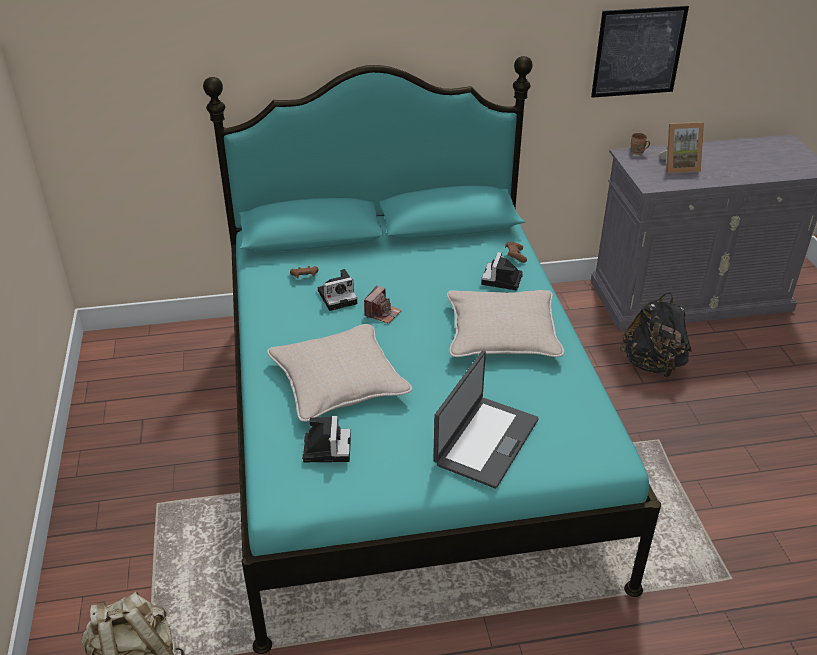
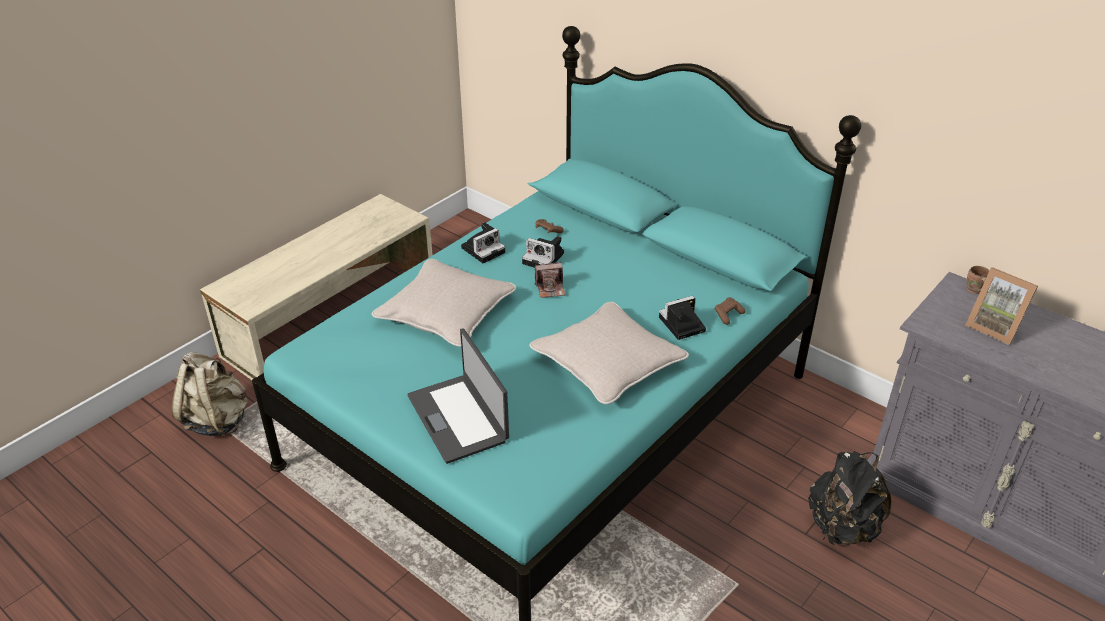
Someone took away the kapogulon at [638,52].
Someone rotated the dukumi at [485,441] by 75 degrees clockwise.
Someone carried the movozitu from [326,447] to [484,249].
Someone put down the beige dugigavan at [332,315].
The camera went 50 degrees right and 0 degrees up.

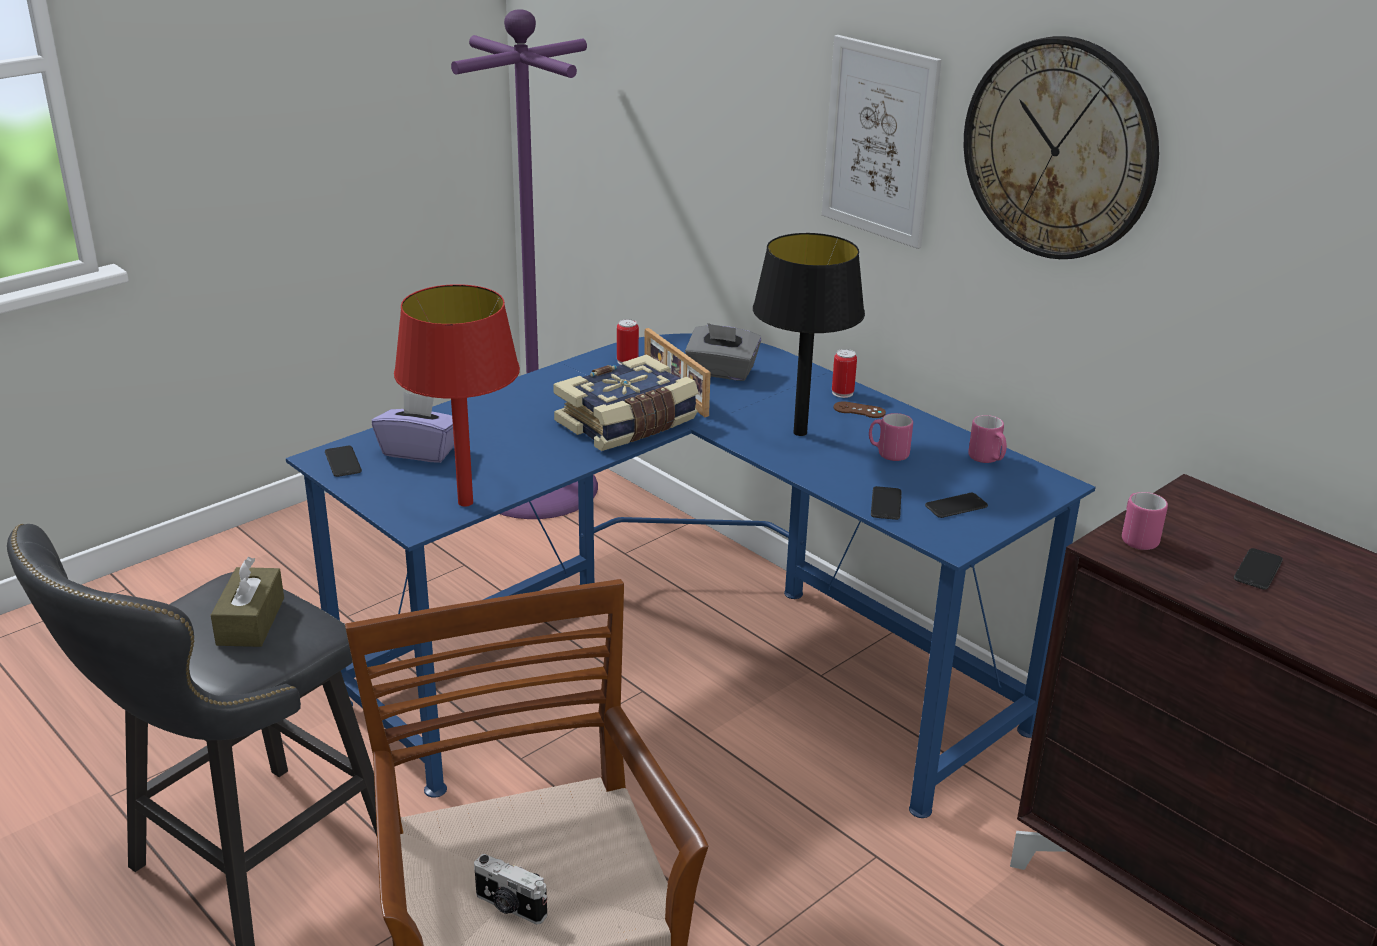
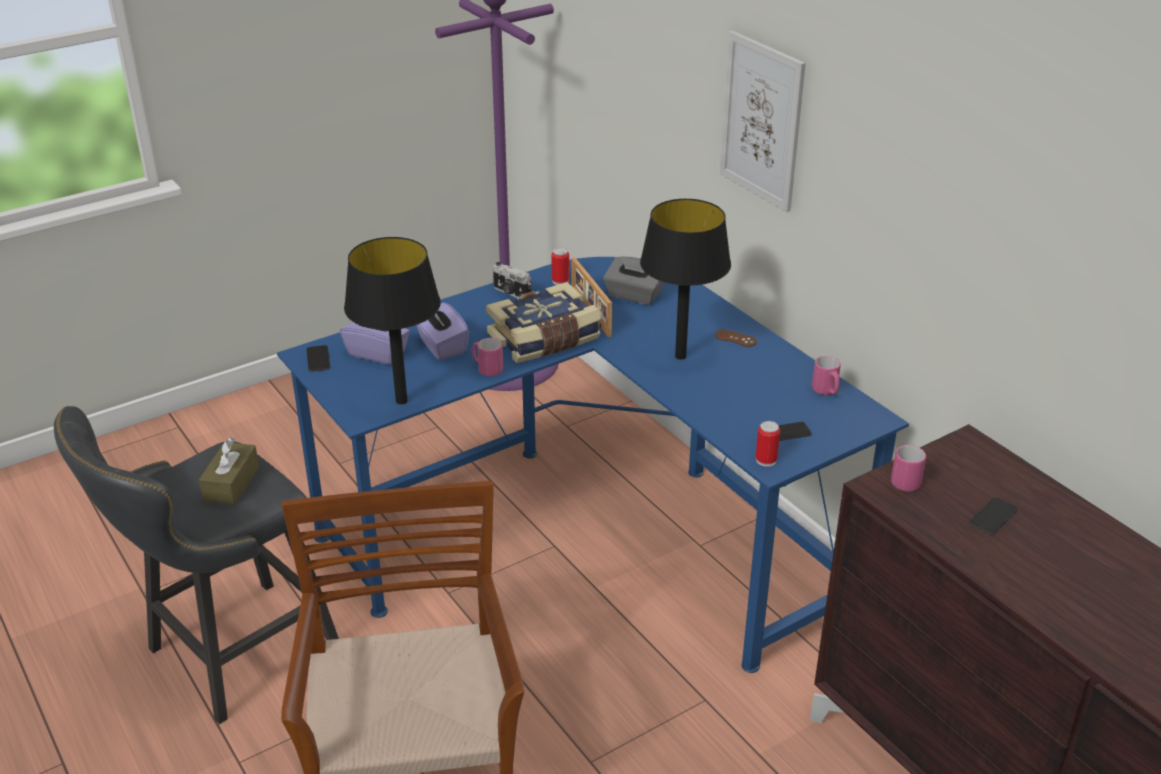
Someone took away the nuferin at [1059,149].
Someone repainted the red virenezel at [466,503], which became the black virenezel at [401,401].
Someone carried the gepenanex from [842,393] to [766,460].
Someone carried the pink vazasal from [888,453] to [487,369].
Someone took away the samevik at [886,504].
Someone carried the movozitu from [510,907] to [511,293].
Someone put down the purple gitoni at [442,347].
The camera went 10 degrees right and 5 degrees up.

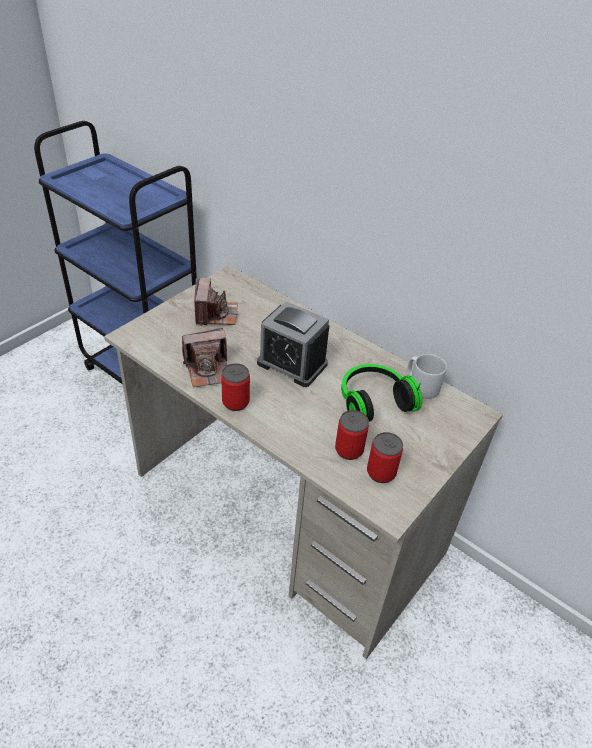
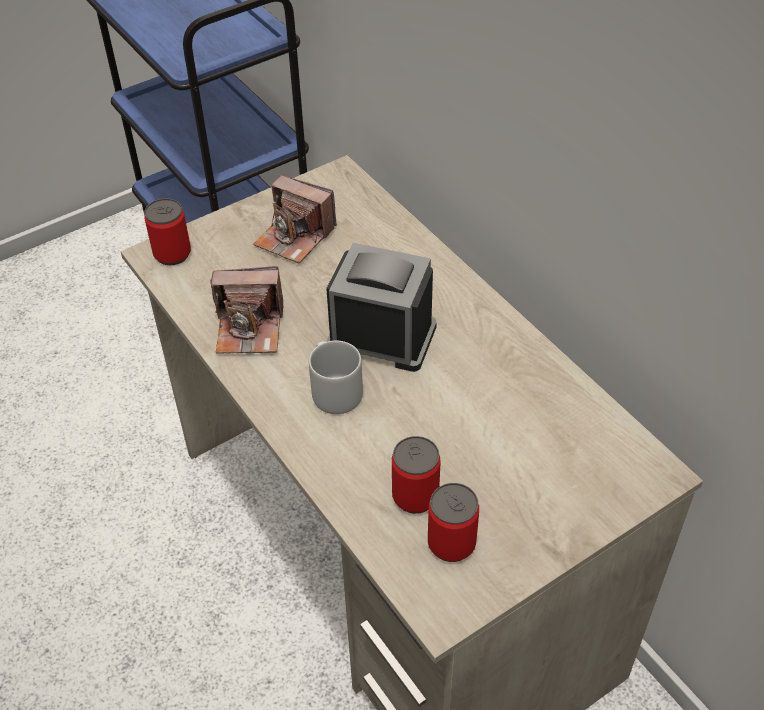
Someone rotated the movozitu at [215,314] by 105 degrees clockwise.
Someone rotated the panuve at [292,364] by 150 degrees clockwise.
Someone carried the grey vazasal from [421,386] to [334,391].
Someone carried the gepenanex from [235,402] to [172,254].
Someone took away the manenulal at [372,402].
The camera went 20 degrees right and 5 degrees up.

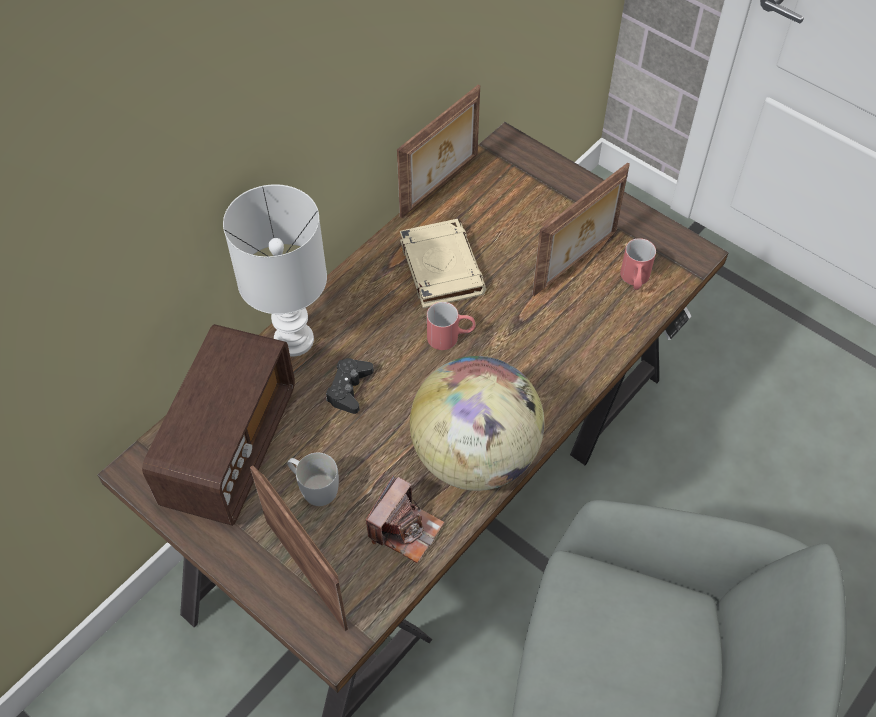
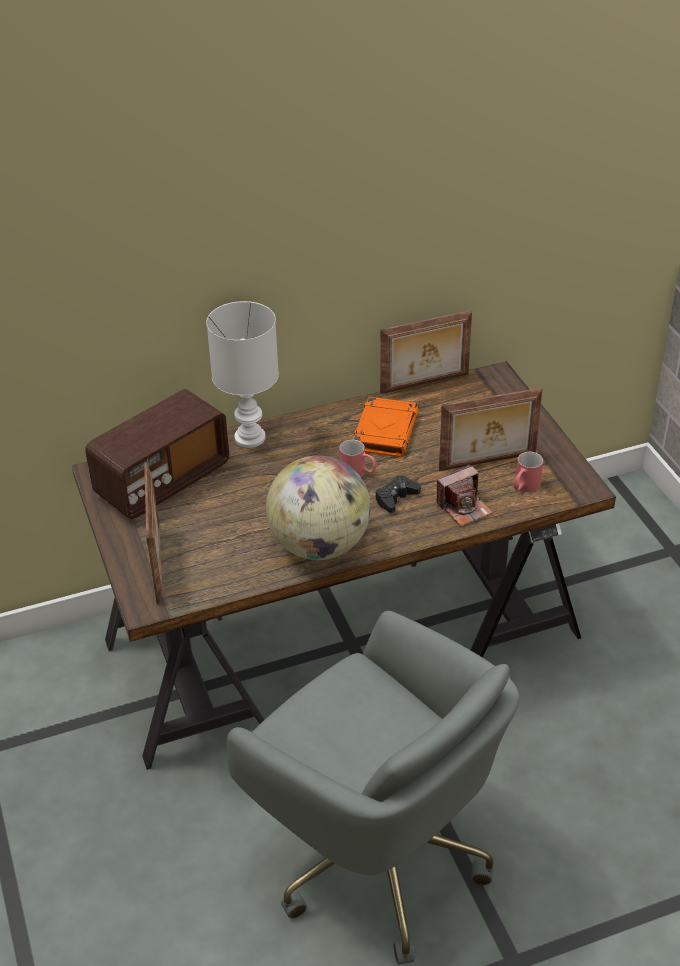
Someone repainted the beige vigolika at [441,267], which became the orange vigolika at [385,431].
Someone carried the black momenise from [349,388] to [396,498].
Someone took away the white vazasal at [313,487].
Someone carried the movozitu from [405,529] to [464,508].
The camera went 30 degrees right and 15 degrees down.

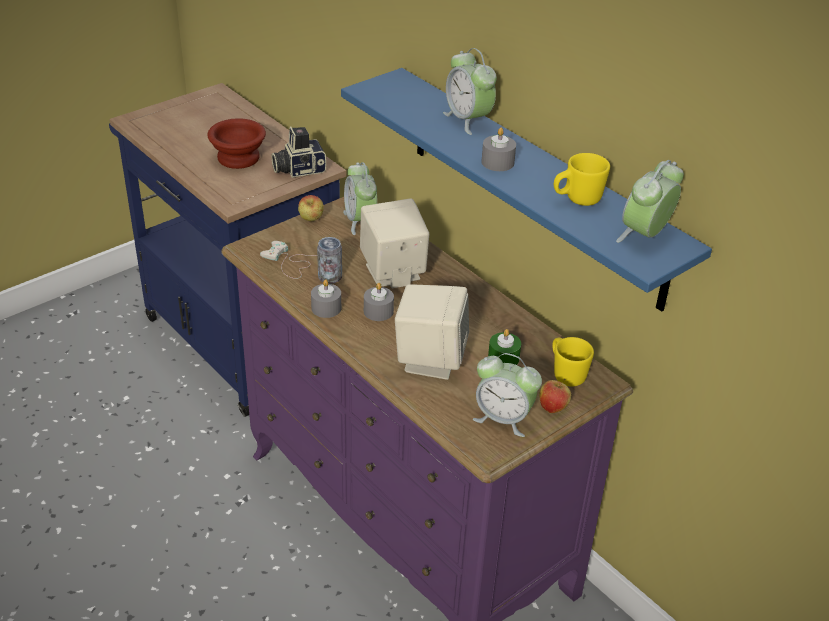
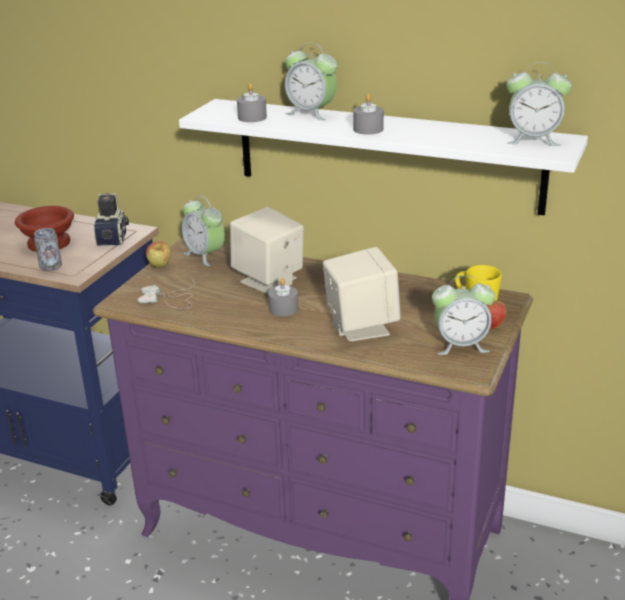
Someone repainted the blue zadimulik at [534,186], which became the white zadimulik at [386,155].
Someone rotated the movozitu at [298,169] by 135 degrees clockwise.
Someone took away the yellow vazasal at [577,200].
Someone rotated the panuve at [645,235] by 90 degrees counterclockwise.
Someone carried the gepenanex from [330,277] to [51,266].
Someone carried the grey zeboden from [326,308] to [252,117].
Someone took away the green zeboden at [503,358].
The camera went 25 degrees left and 10 degrees down.

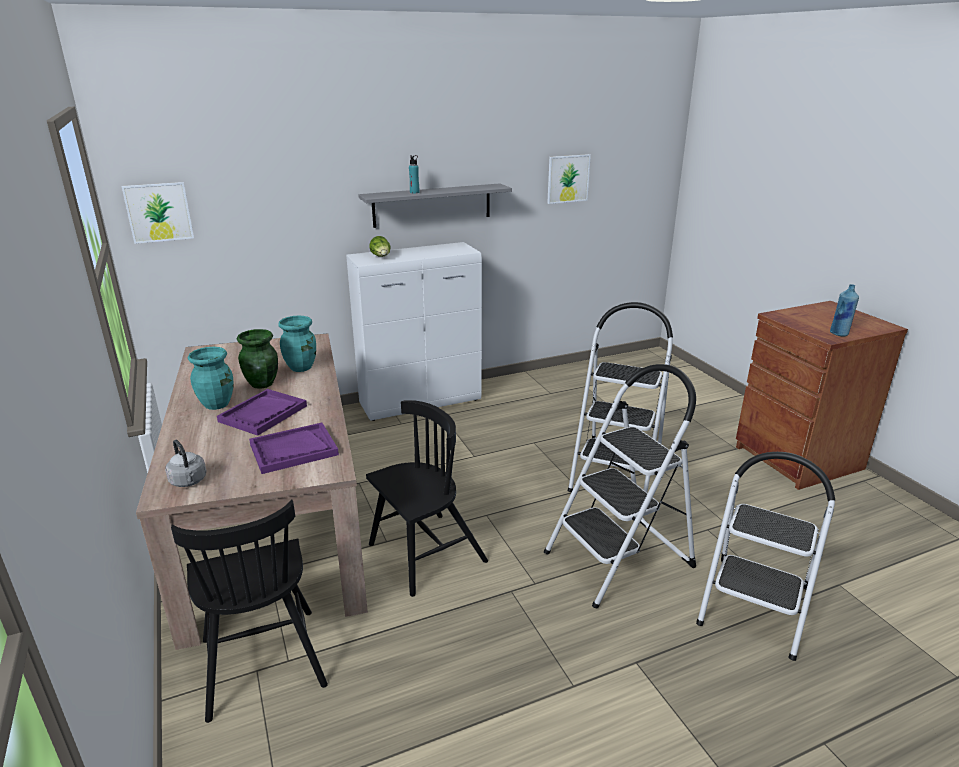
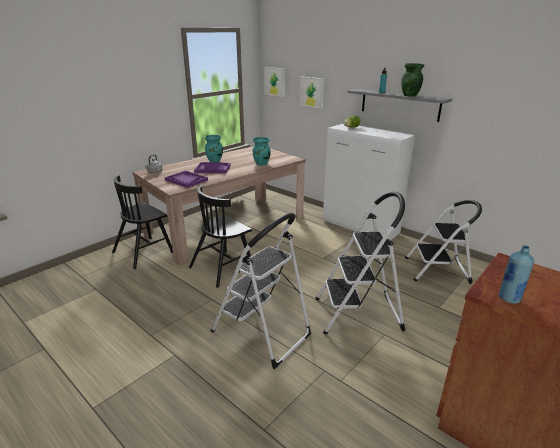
Someone carried the kapogulon from [568,178] to [312,92].
Someone carried the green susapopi from [262,383] to [410,95].
Someone rotated the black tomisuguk at [421,555] by 105 degrees clockwise.
Someone carried the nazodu from [756,603] to [439,270].
The camera went 65 degrees right and 0 degrees up.

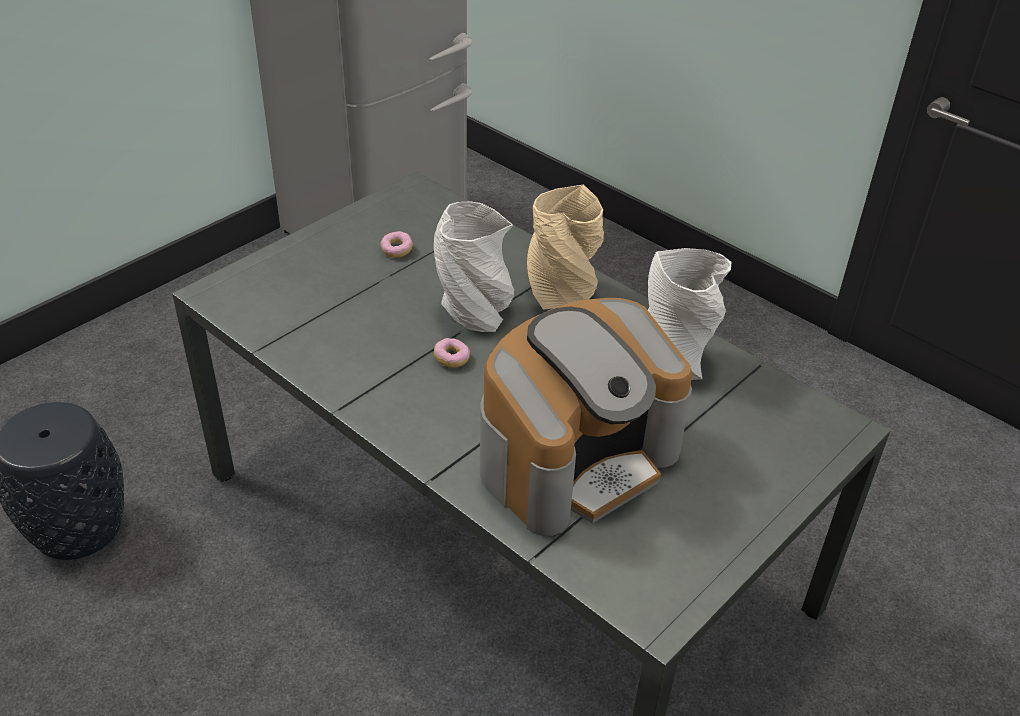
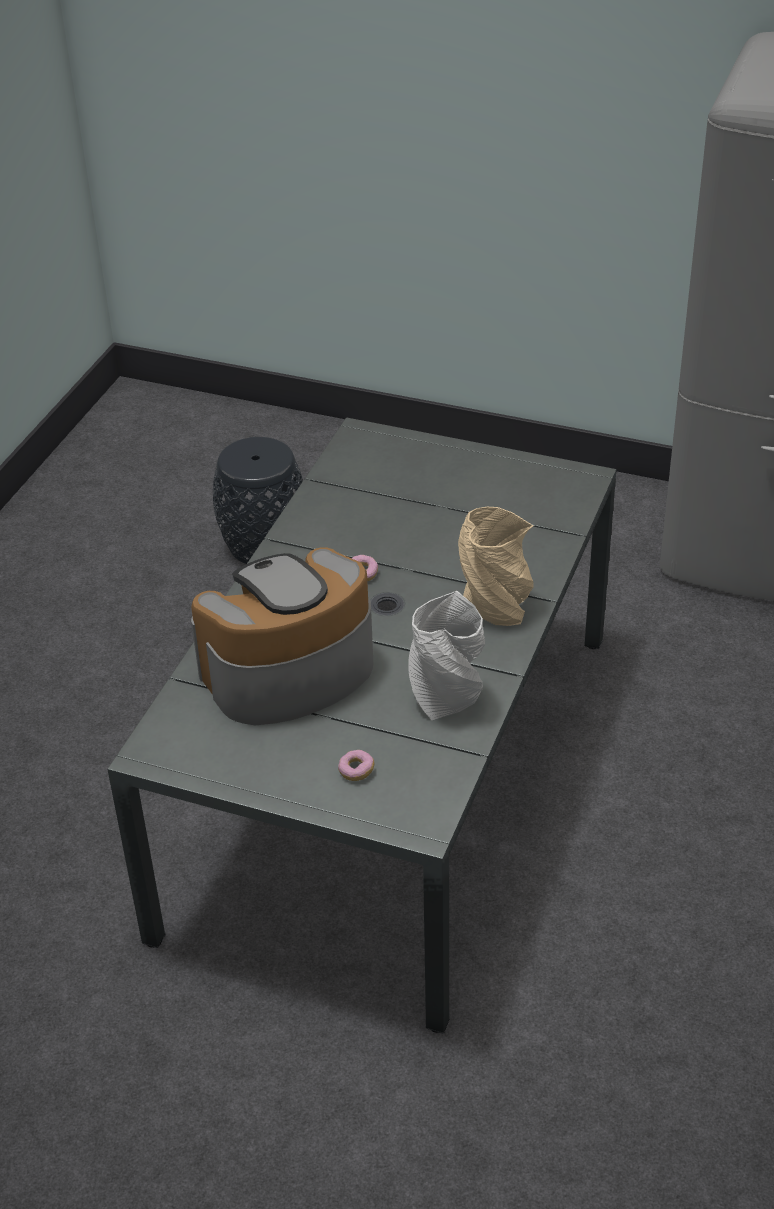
Someone took away the grey susapopi at [474,313].
Someone carried the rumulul from [396,250] to [356,771].
Someone rotated the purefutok at [577,457] by 120 degrees clockwise.
The camera went 70 degrees right and 0 degrees up.

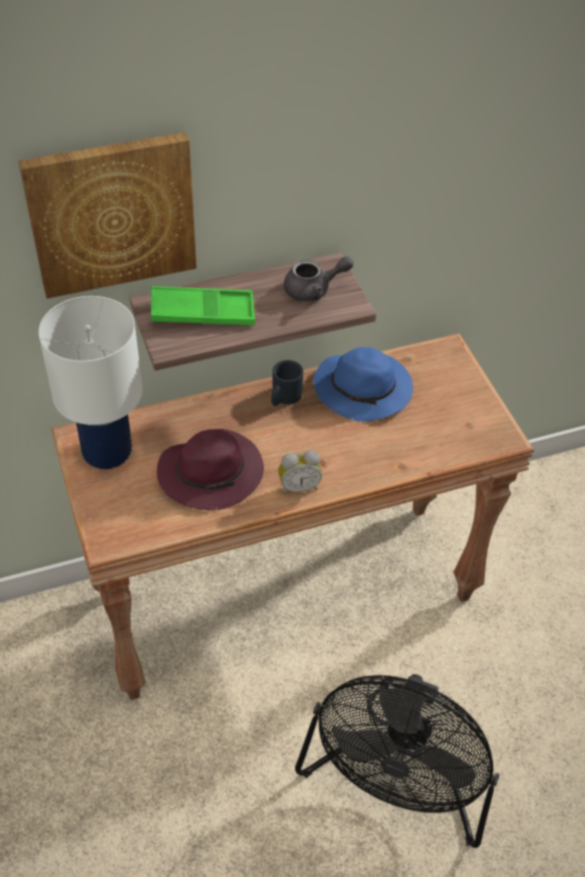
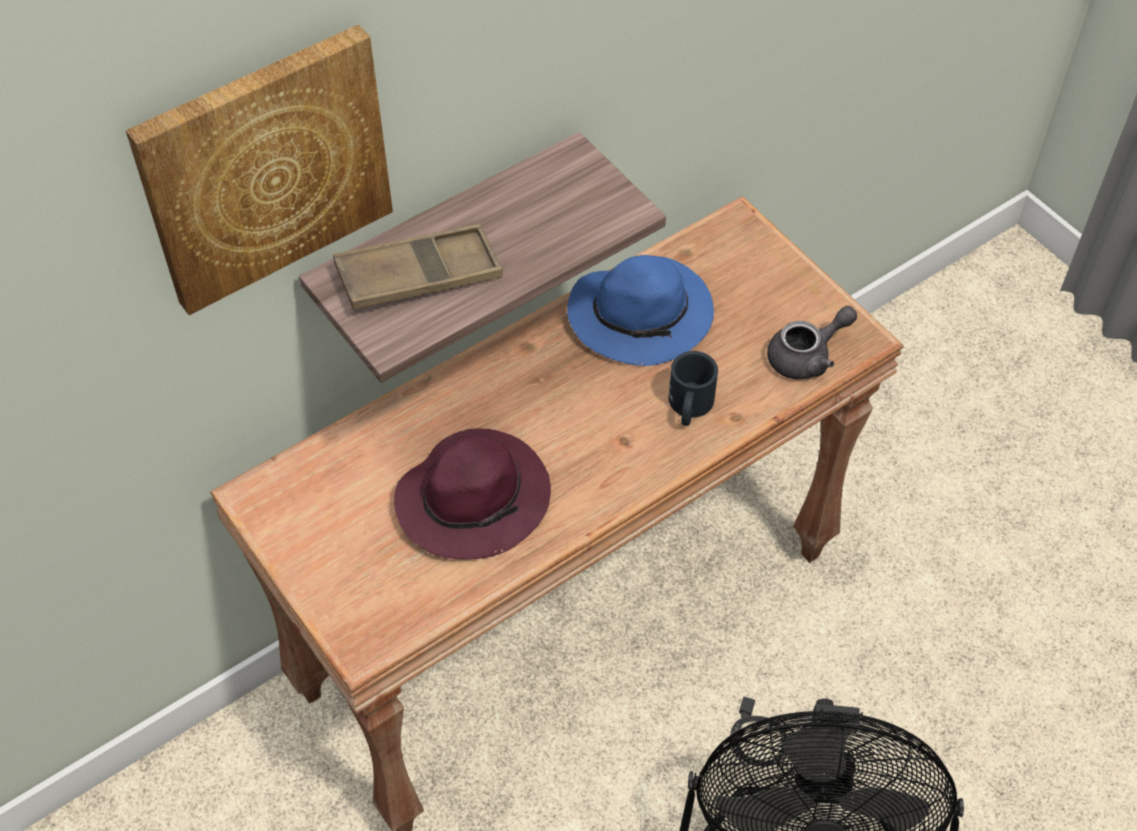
Someone carried the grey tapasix from [314,290] to [807,356].
Someone repainted the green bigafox at [203,312], which became the brown bigafox at [419,275].
Someone took away the white virenezel at [109,454].
Someone carried the black vazasal from [283,398] to [689,407].
Someone took away the panuve at [298,486].
The camera went 15 degrees left and 5 degrees up.

